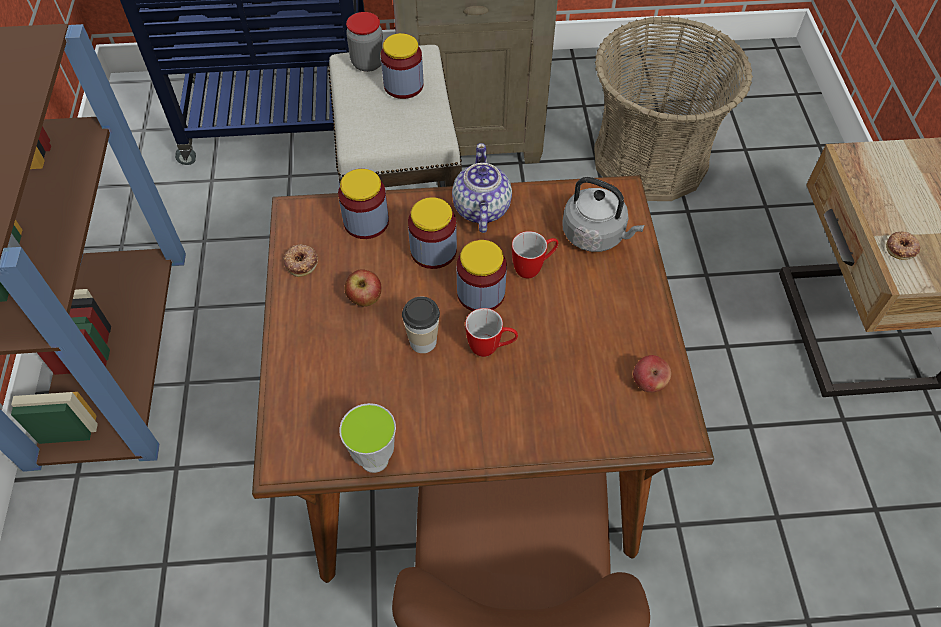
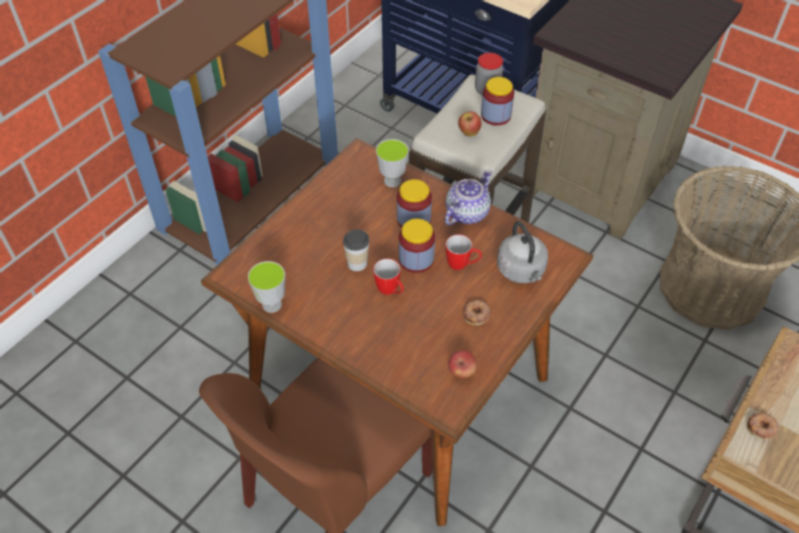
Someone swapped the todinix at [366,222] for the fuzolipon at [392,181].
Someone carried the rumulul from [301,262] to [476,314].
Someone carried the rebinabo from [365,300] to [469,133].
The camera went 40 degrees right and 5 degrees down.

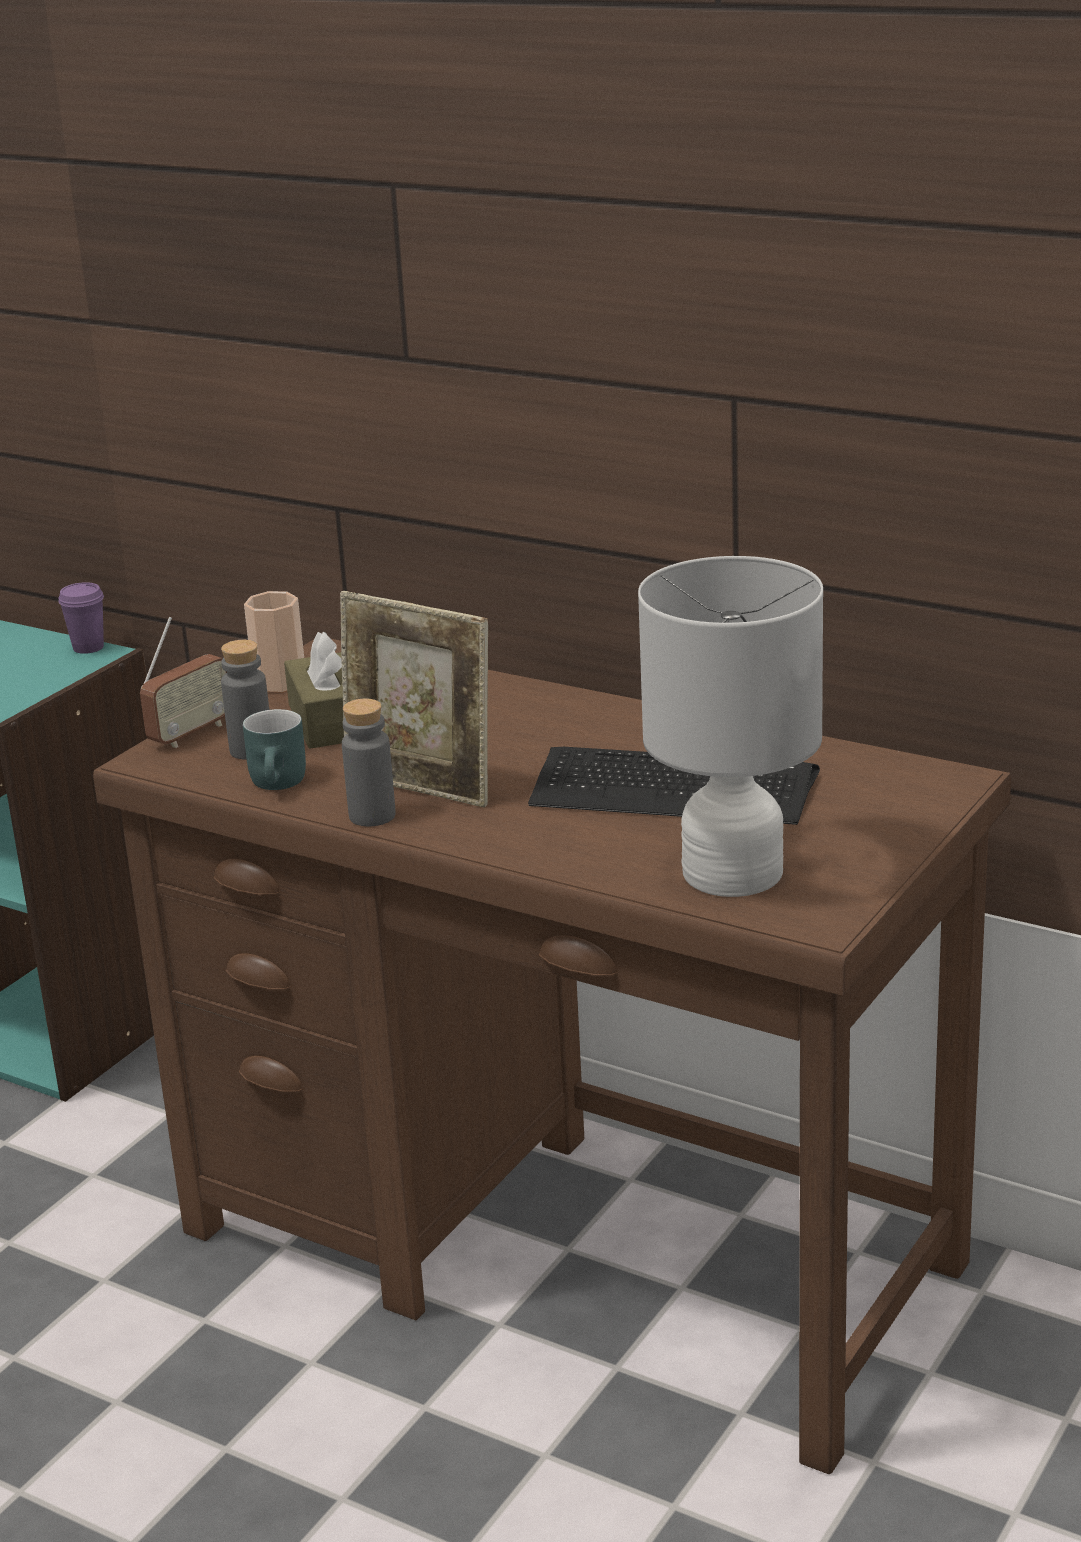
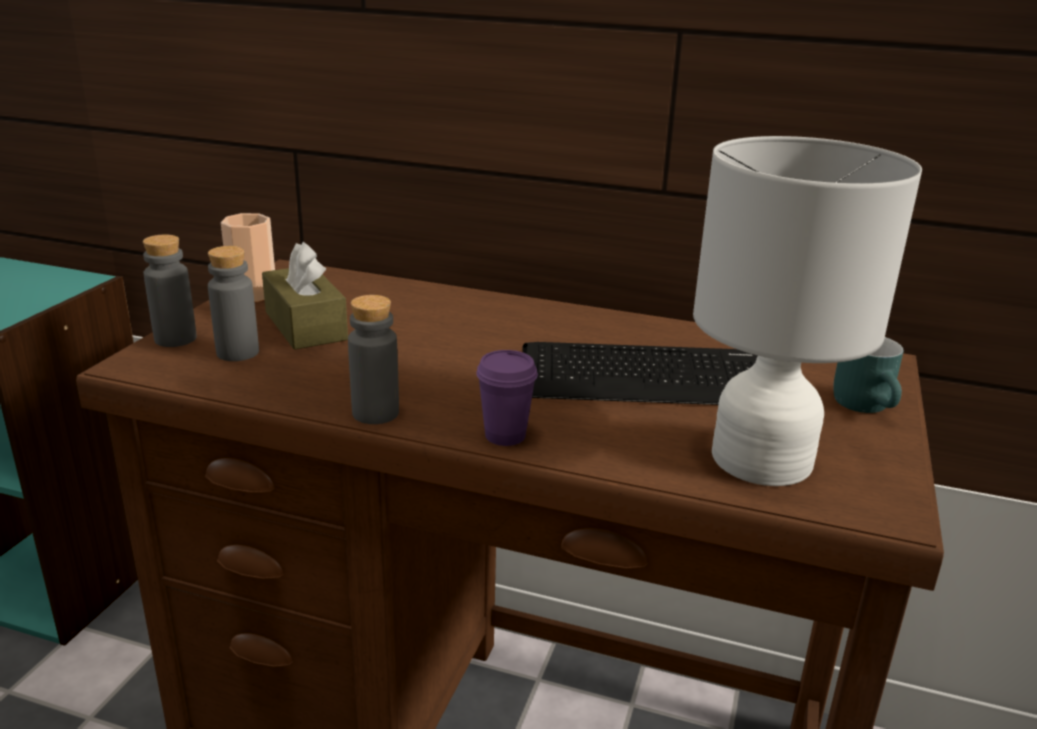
Someone carried the purple fuzolipon from [88,647] to [505,435].
Someone took away the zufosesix at [421,788].
Someone swapped the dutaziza at [191,733] for the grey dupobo at [175,339].
Someone carried the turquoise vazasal from [281,783] to [869,406].
The camera went 15 degrees left and 0 degrees up.

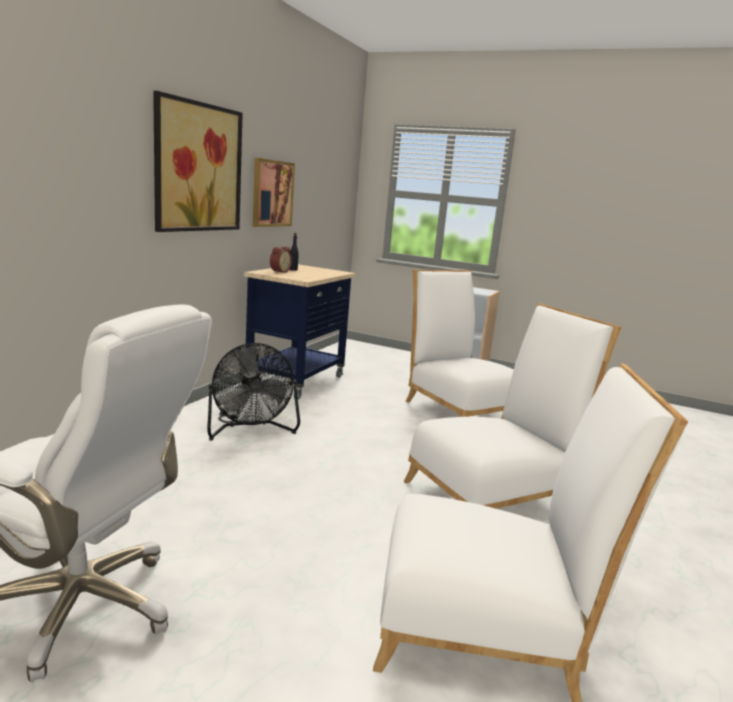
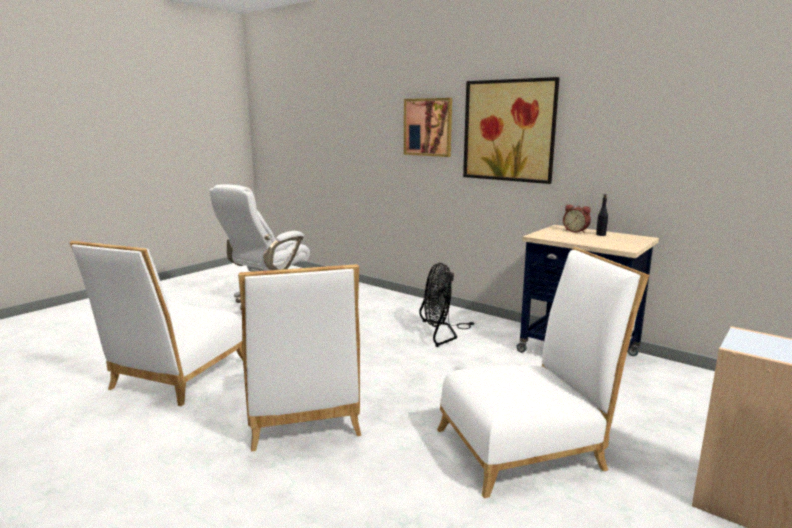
Someone carried the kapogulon from [272,193] to [428,127].
The camera went 105 degrees right and 0 degrees up.

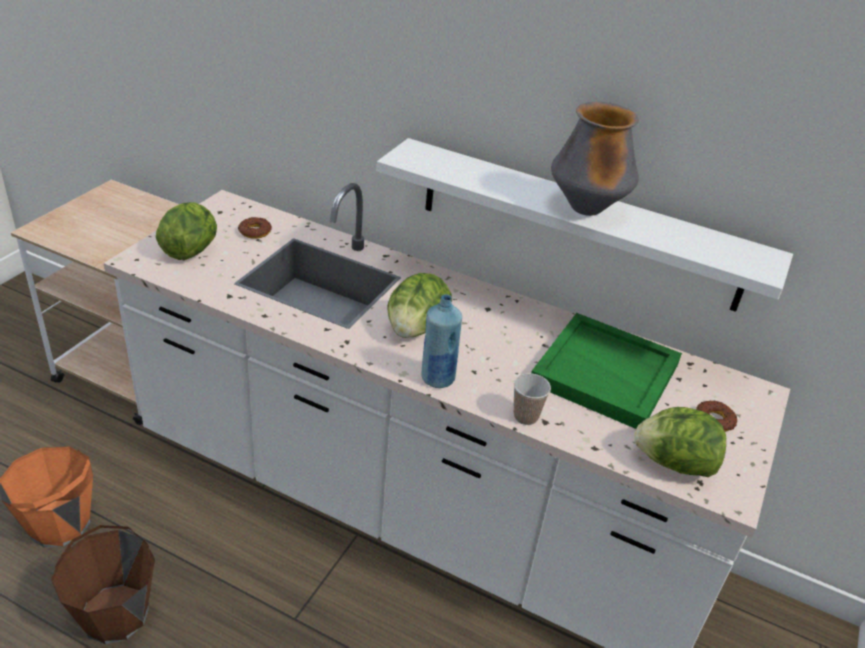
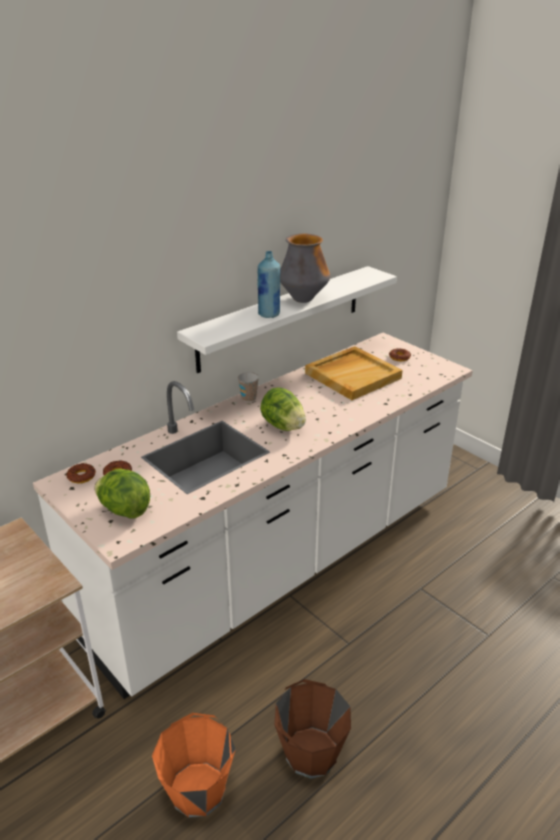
Someone carried the blue dupobo from [437,378] to [269,314].
Someone repainted the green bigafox at [606,374], which became the beige bigafox at [353,375].
Someone carried the fuzolipon from [525,416] to [248,398].
Someone took away the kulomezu at [673,463].
Someone put down the rumulul at [81,476].
The camera went 65 degrees left and 5 degrees down.

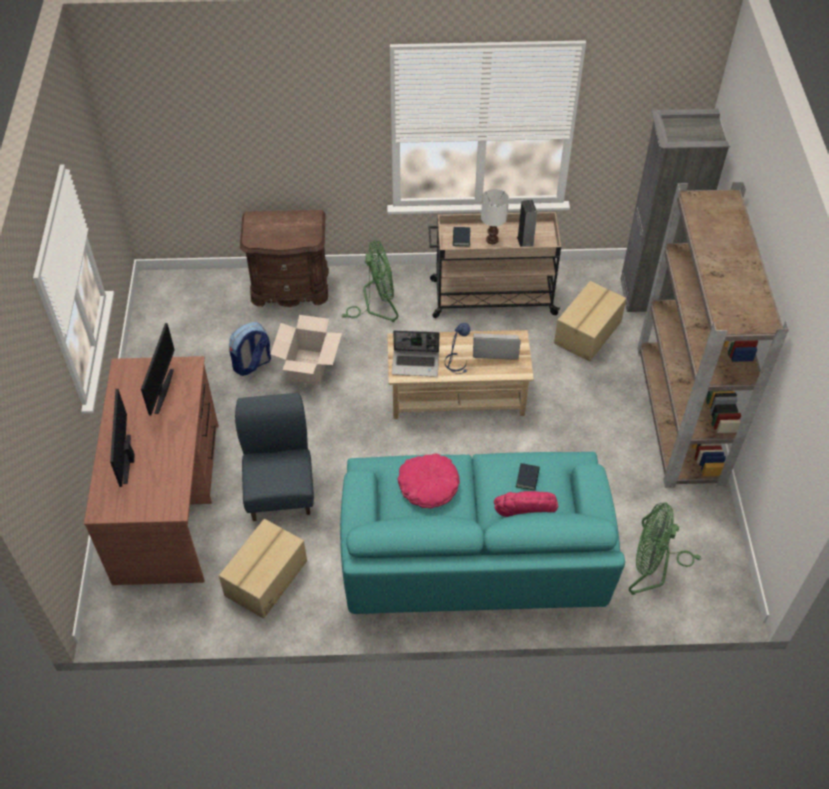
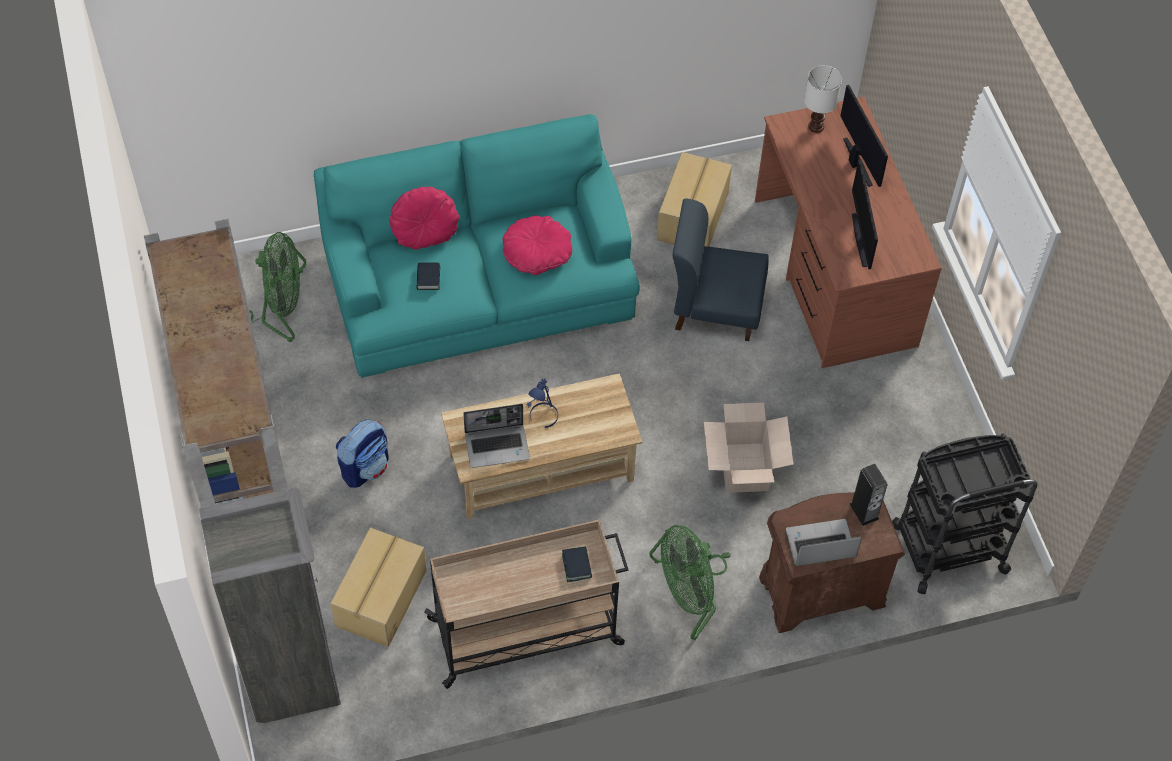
Someone carried the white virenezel from [492,239] to [815,127].
Someone carried the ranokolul from [525,242] to [864,511].
Someone carried the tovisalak from [252,364] to [365,467].
Someone carried the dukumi from [416,363] to [819,545].
Someone rotated the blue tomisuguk at [280,490] by 120 degrees clockwise.
Someone put down the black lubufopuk at [949,547].
The camera went 165 degrees right and 5 degrees up.

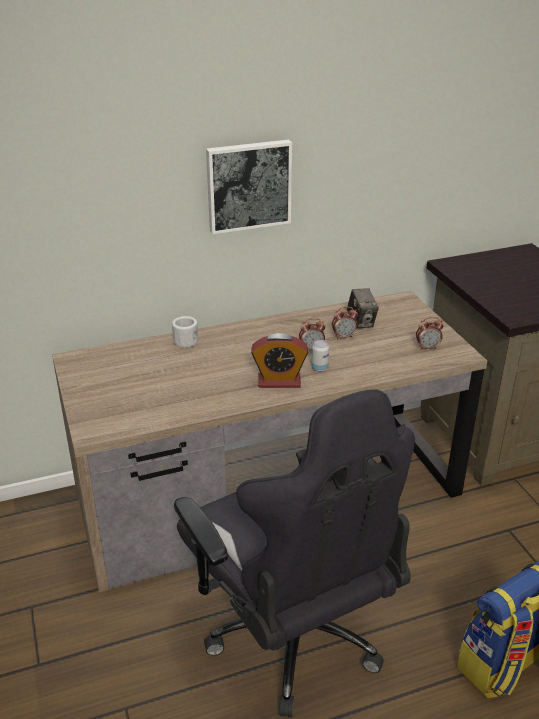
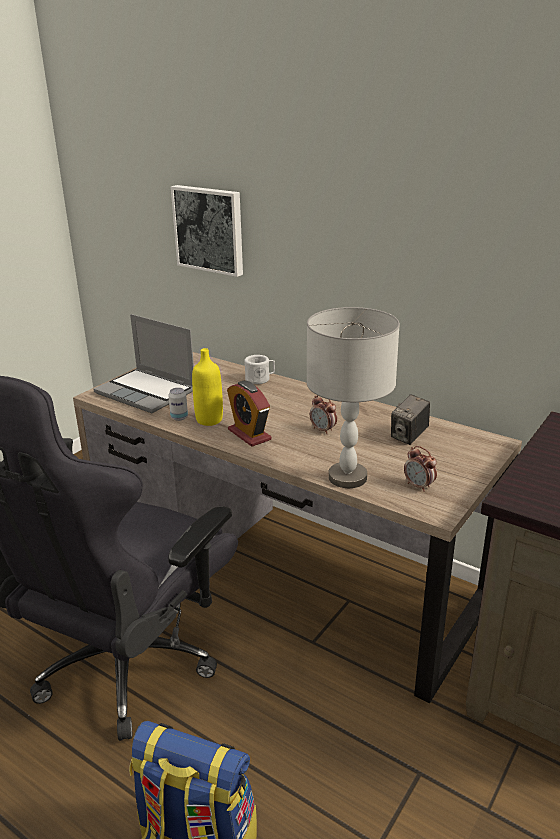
Someone carried the kapogulon from [248,185] to [209,229].
Someone took away the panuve at [344,336].
Someone carried the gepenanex from [319,368] to [179,417].
Someone put down the grey virenezel at [347,477].
Someone put down the dukumi at [147,392].
Someone put down the yellow dupobo at [209,420].
The camera went 55 degrees right and 5 degrees down.

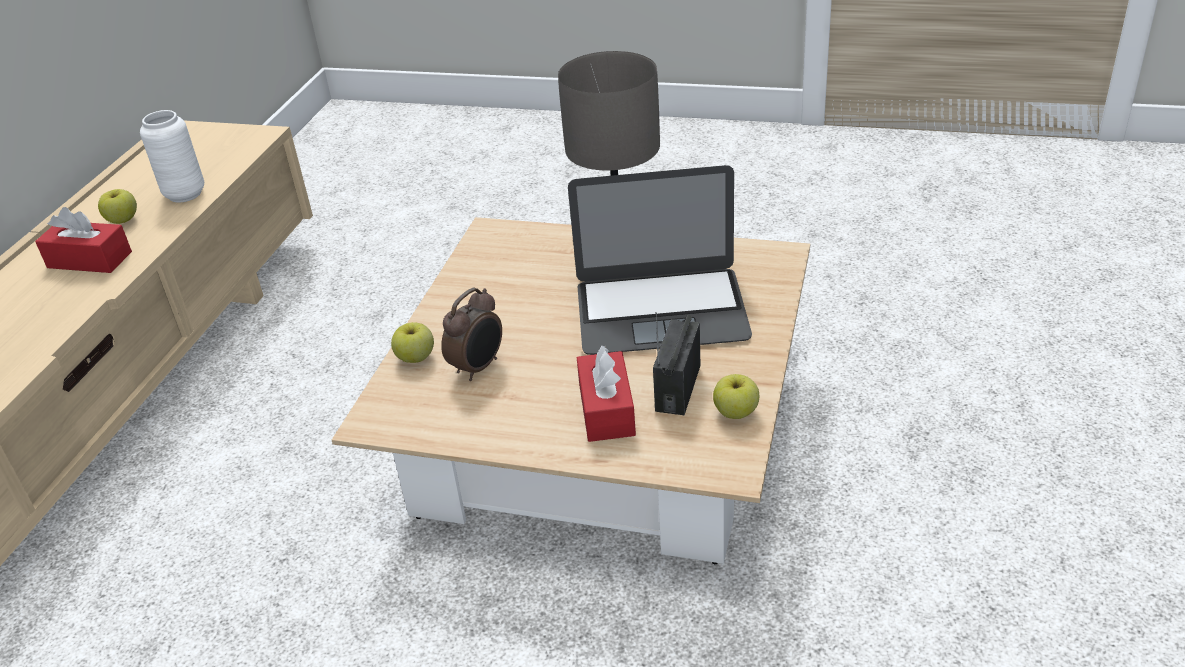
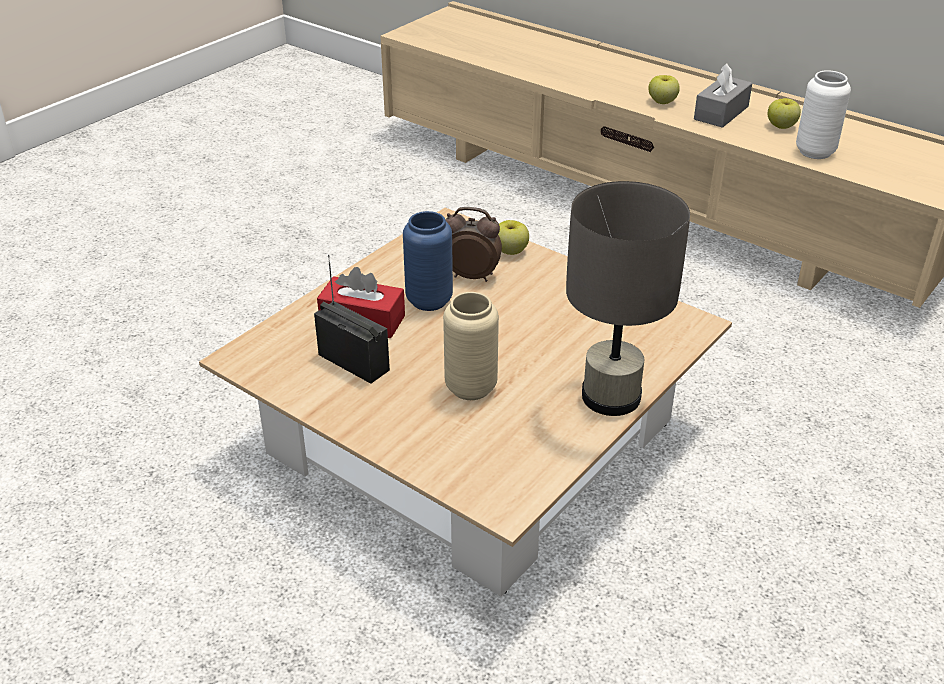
Someone swapped the dukumi at [661,310] for the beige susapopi at [471,388].
Someone repainted the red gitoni at [89,260], which became the grey gitoni at [721,113].
Someone rotated the panuve at [478,367] by 135 degrees clockwise.
Someone carried the rebinabo from [736,412] to [662,102].
Someone put down the blue susapopi at [429,301].
The camera went 110 degrees right and 0 degrees up.

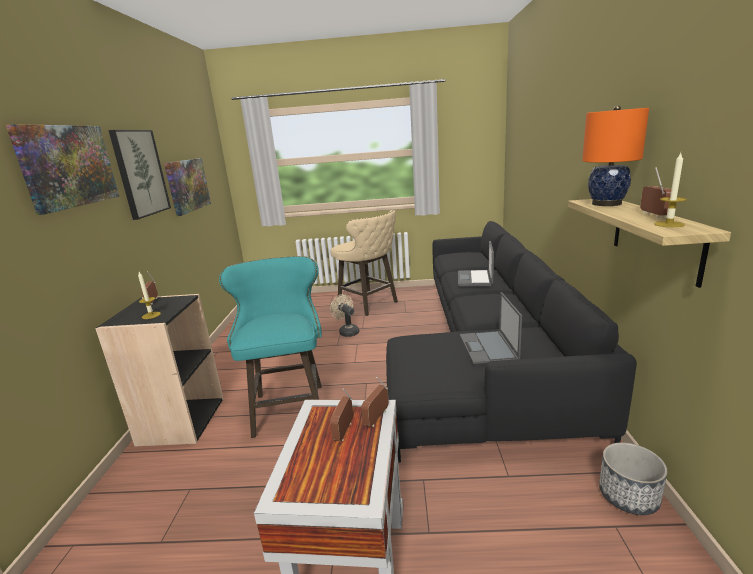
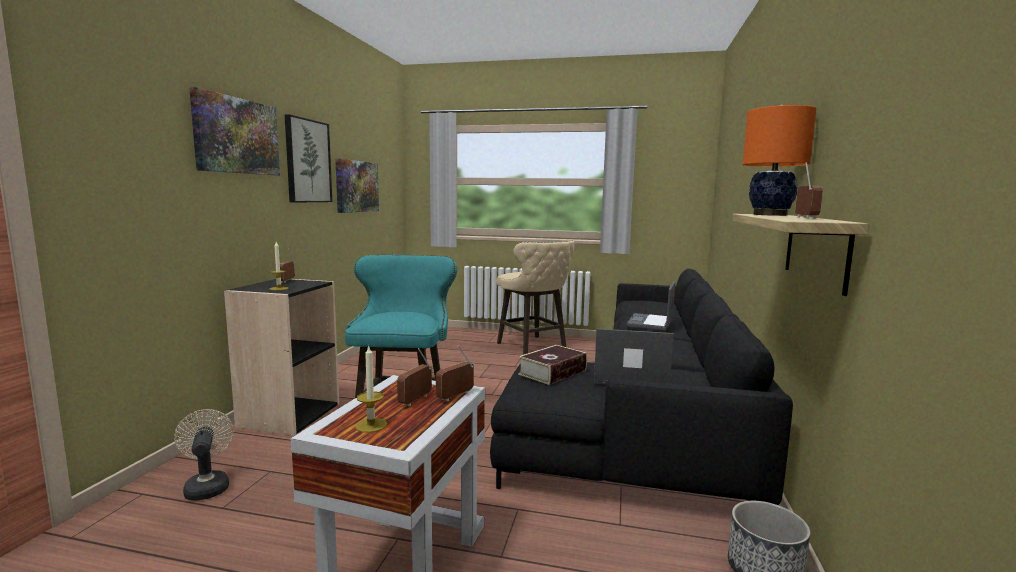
Someone carried the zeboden from [669,224] to [371,425].
Someone rotated the dukumi at [488,347] by 90 degrees clockwise.
Someone carried the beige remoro from [347,331] to [207,486].
Someone put down the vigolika at [553,372].
The camera went 10 degrees right and 10 degrees down.

